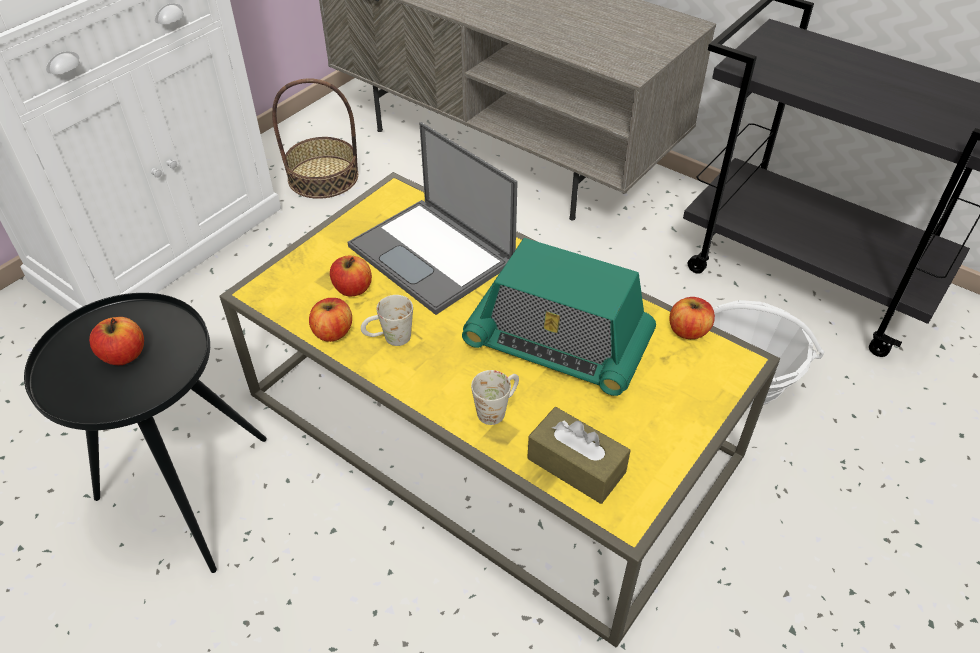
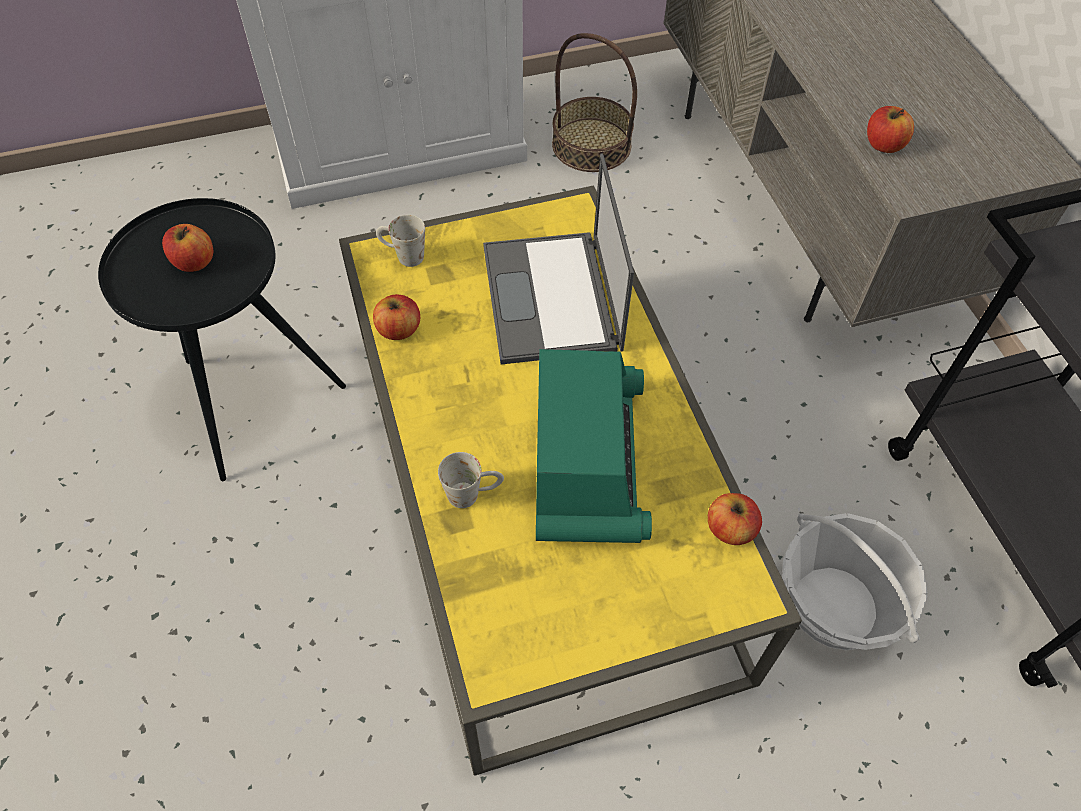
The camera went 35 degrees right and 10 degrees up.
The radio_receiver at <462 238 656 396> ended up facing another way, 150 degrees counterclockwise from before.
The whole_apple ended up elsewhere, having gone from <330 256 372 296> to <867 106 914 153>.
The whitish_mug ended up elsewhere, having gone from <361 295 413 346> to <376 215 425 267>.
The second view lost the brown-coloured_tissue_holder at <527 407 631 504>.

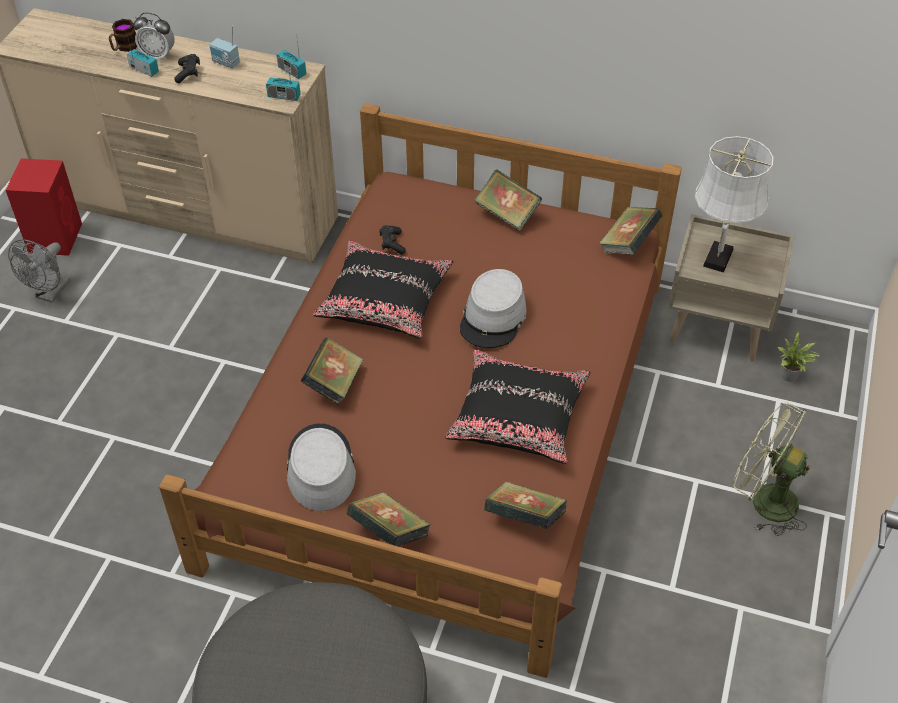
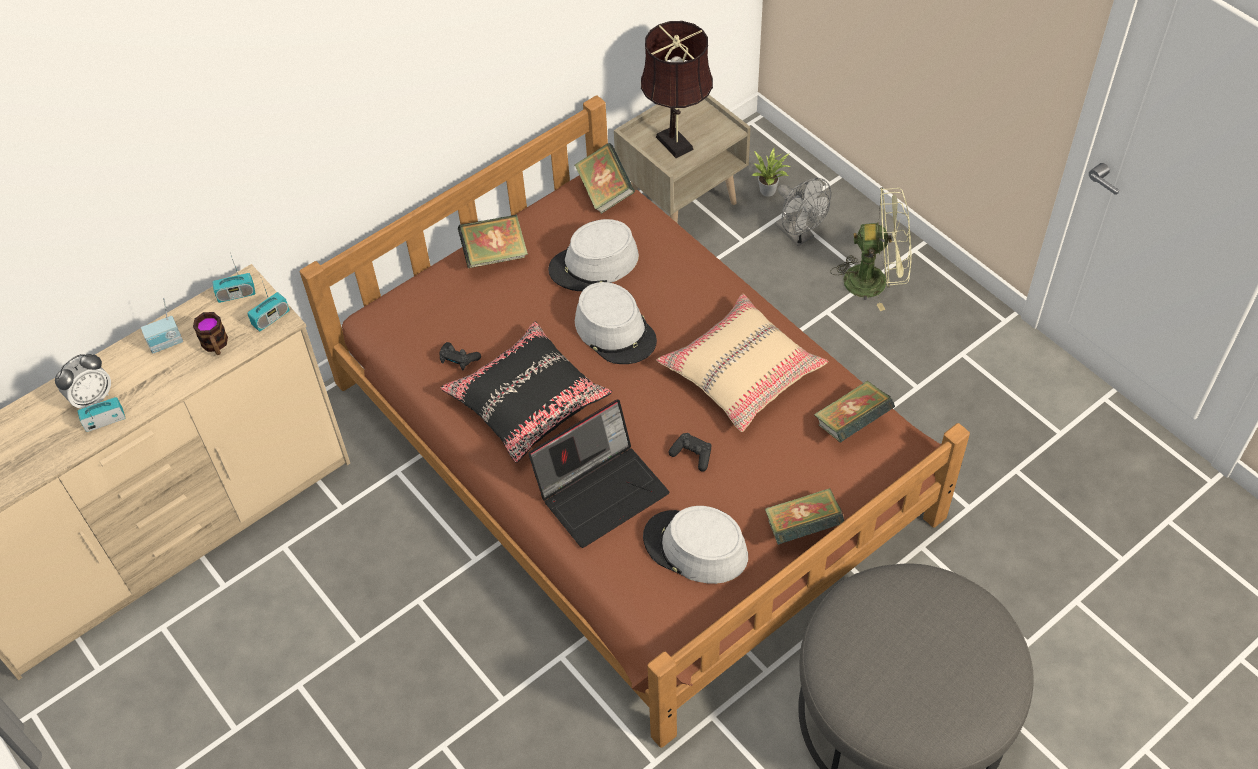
The camera went 55 degrees left and 5 degrees up.
The mug ended up elsewhere, having gone from <109 19 137 52> to <193 312 228 355>.
The black-coloured_joypad ended up elsewhere, having gone from <174 54 200 83> to <668 433 711 471>.
What was the whitish_tabletop_lamp at <695 136 773 273> turned into the brown-coloured_tabletop_lamp at <641 21 713 158>.
The second view lost the reddish_audio_speaker at <6 158 82 256>.
The greyish_fan ended up elsewhere, having gone from <8 239 71 303> to <775 178 831 246>.
Where the book stood at <301 337 363 405>, the notebook_computer came to stand at <528 400 669 548>.
What was the black-coloured_cushion at <445 349 590 464> turned into the beige_cushion at <657 294 828 432>.
The green_fan at <733 402 810 536> ended up facing another way, 150 degrees counterclockwise from before.
The second view gained the greyish_hat at <548 219 639 291>.

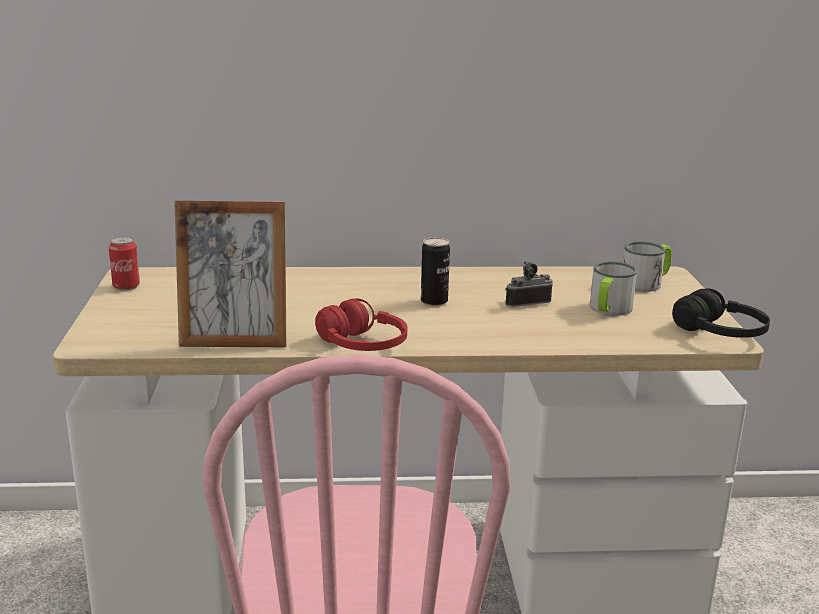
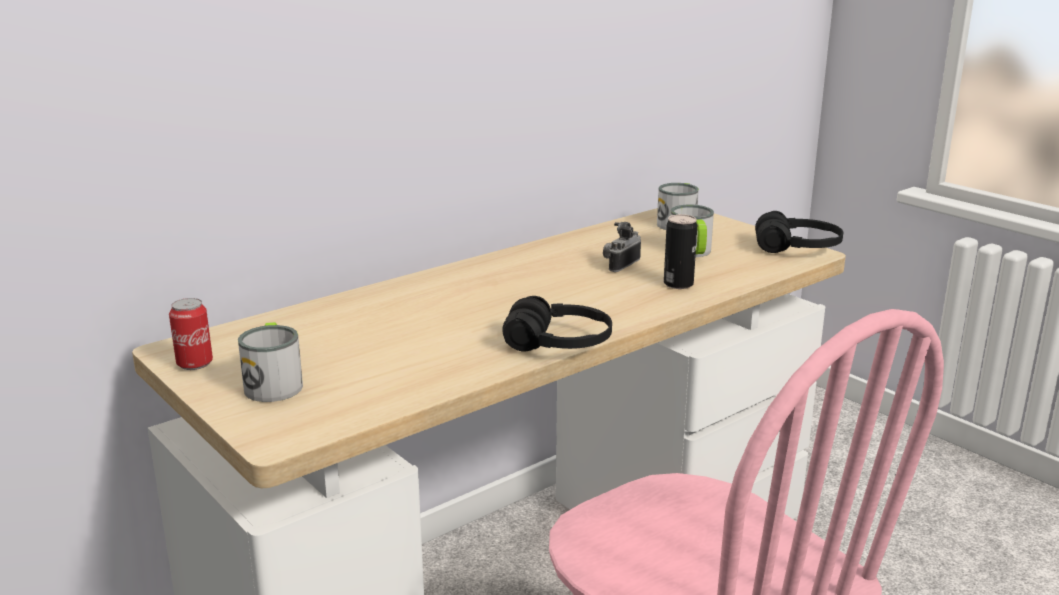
The camera went 35 degrees left and 0 degrees up.
The second view lost the standing_frame at <174 200 286 347>.
The metal_can ended up elsewhere, having gone from <421 237 450 306> to <664 214 697 289>.
What was the reddish_pair_of_headphones at <315 298 407 351> turned into the black-coloured_pair_of_headphones at <502 296 612 351>.
The second view gained the mug at <238 322 303 402>.

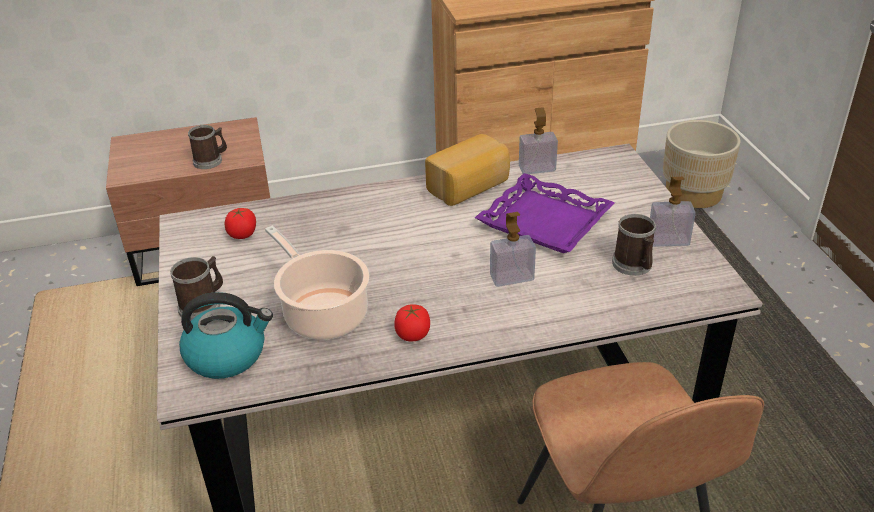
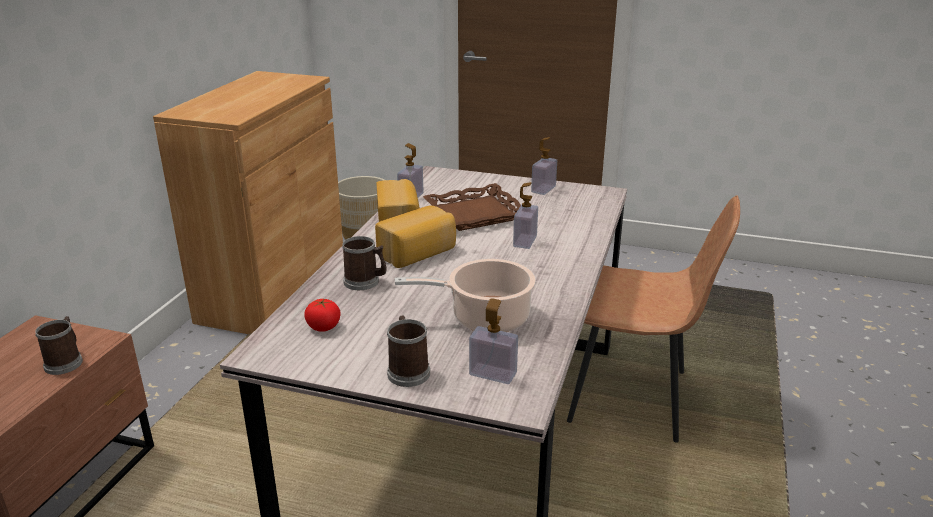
The camera went 60 degrees left and 10 degrees down.
What was the purple_tray at <475 173 615 253> turned into the brown-coloured_tray at <423 183 521 231>.
The mug ended up elsewhere, having gone from <612 214 656 276> to <342 236 387 290>.
Where the kettle stood at <179 292 273 379>, the soap_bottle came to stand at <469 298 518 384>.
The second view lost the tomato at <394 304 430 341>.
The second view gained the bakery_bread at <375 206 456 268>.

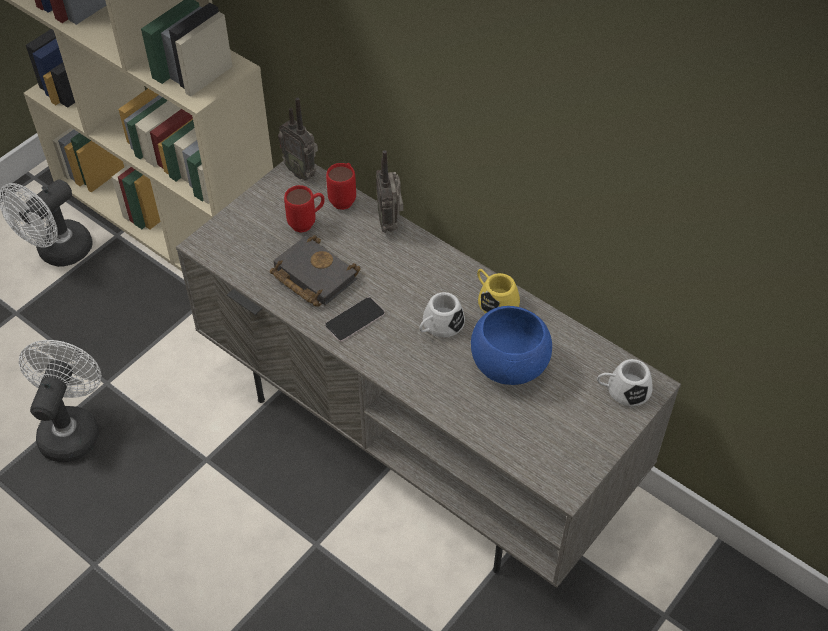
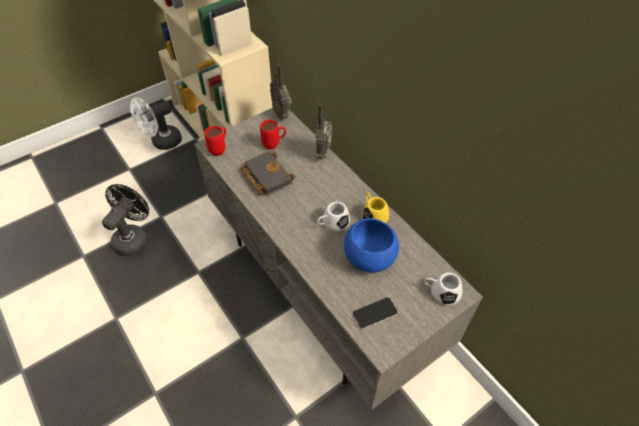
The camera went 15 degrees right and 0 degrees up.
The reddish_mug ended up elsewhere, having gone from <326 163 356 210> to <204 126 226 156>.
The telephone ended up elsewhere, having gone from <325 297 385 342> to <352 297 398 329>.
What was the whitish_fan at <19 340 101 462> turned into the black-coloured_fan at <102 184 149 256>.

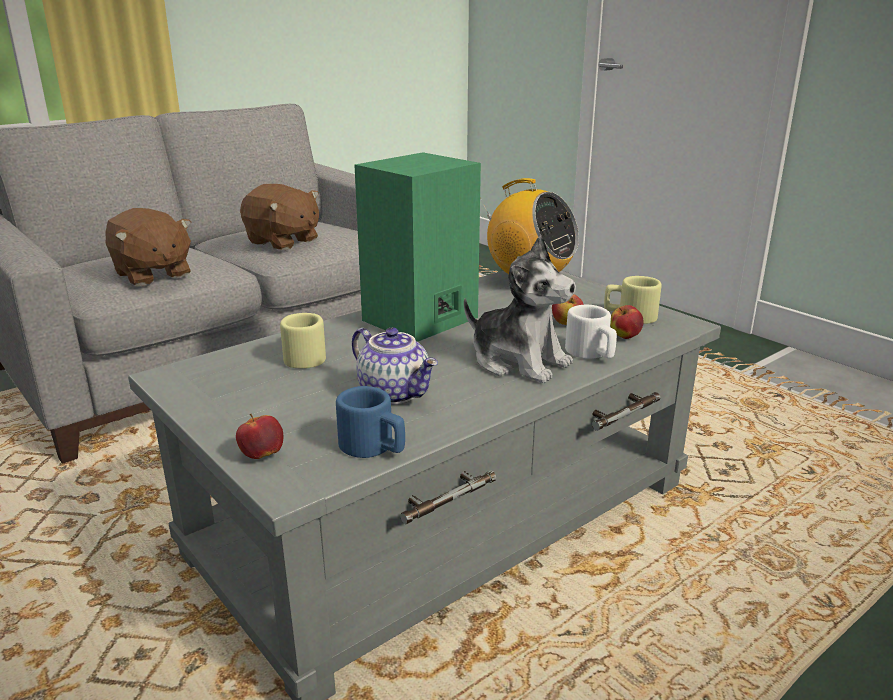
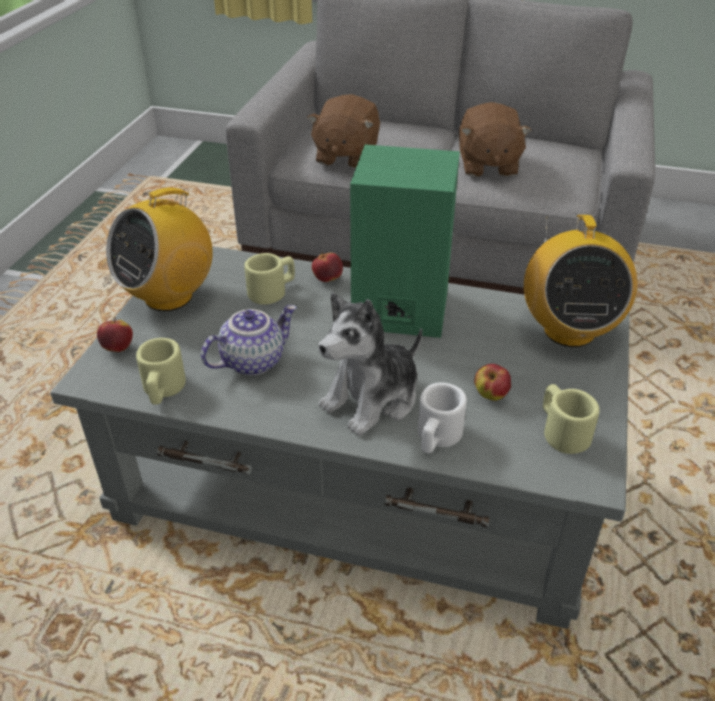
The camera went 55 degrees right and 15 degrees up.
The cuddly_toy at <464 236 576 383> ended up facing another way, 45 degrees clockwise from before.
The whole_apple ended up elsewhere, having gone from <610 305 643 339> to <312 252 343 282>.
The teapot at <352 327 438 404> ended up facing another way, 135 degrees counterclockwise from before.
What was the blue_mug at <336 386 405 458> turned into the beige_mug at <136 338 186 405>.
The second view gained the radio_receiver at <106 186 213 311>.

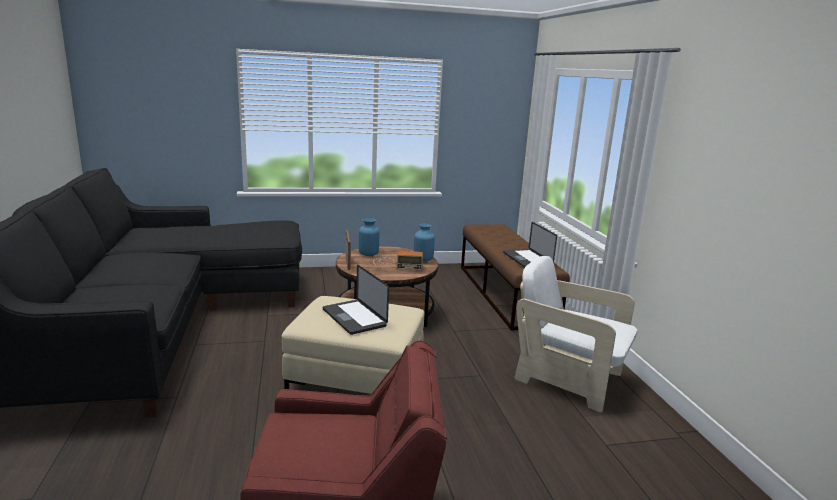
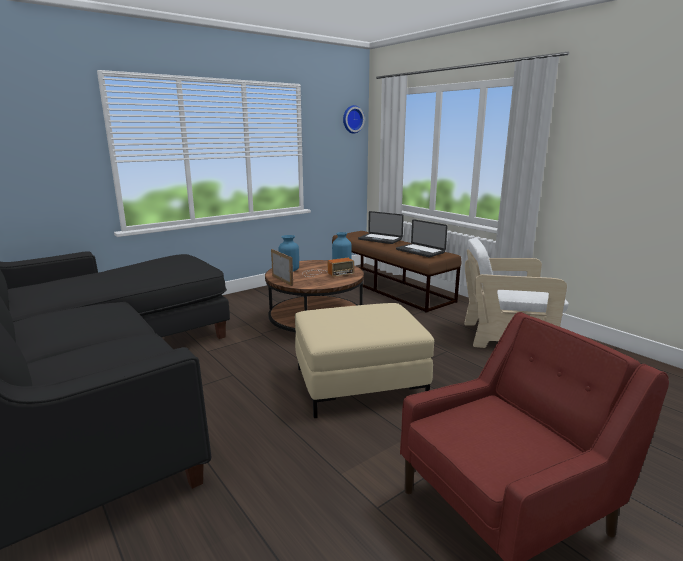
The camera went 25 degrees left and 0 degrees up.
The notebook_computer ended up elsewhere, having gone from <323 265 389 335> to <358 211 404 244>.
The second view gained the hanging_clock at <343 105 365 134>.

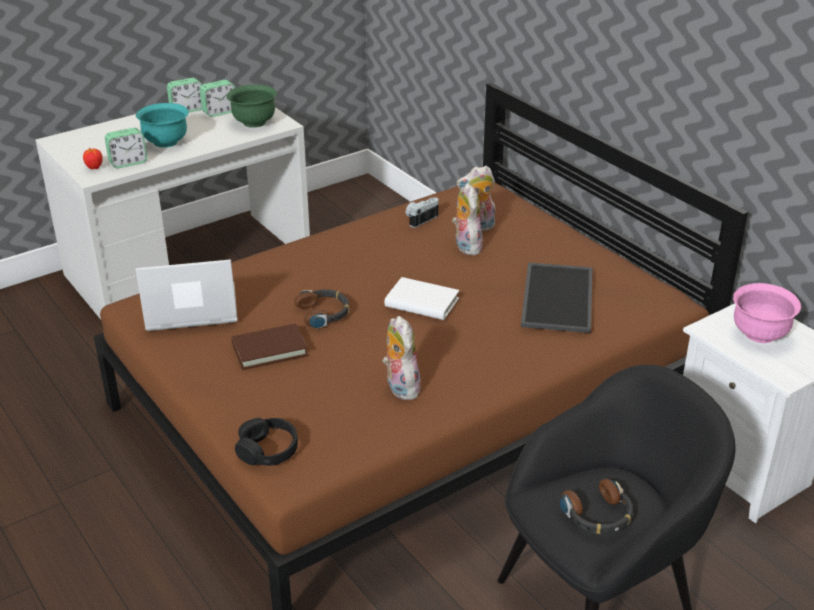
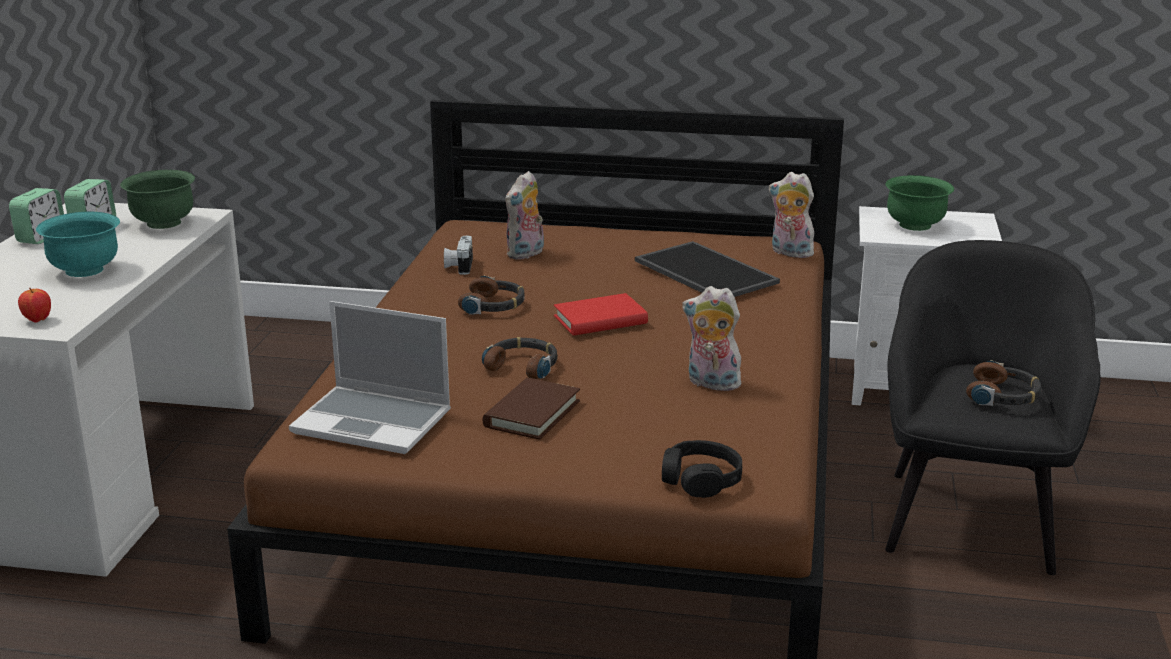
The camera went 45 degrees left and 10 degrees down.
The second view lost the table_clock at <105 128 147 168>.
The cuddly_toy ended up elsewhere, having gone from <452 183 483 255> to <769 172 814 259>.
The notebook_computer at <135 259 237 331> ended up facing another way, 105 degrees counterclockwise from before.
What was the whitish_book at <384 277 459 320> turned into the reddish_book at <554 293 648 336>.
What was the pink_deep_dish at <733 283 801 343> turned into the green_deep_dish at <886 175 954 231>.
The second view gained the pair_of_headphones at <458 275 525 315>.

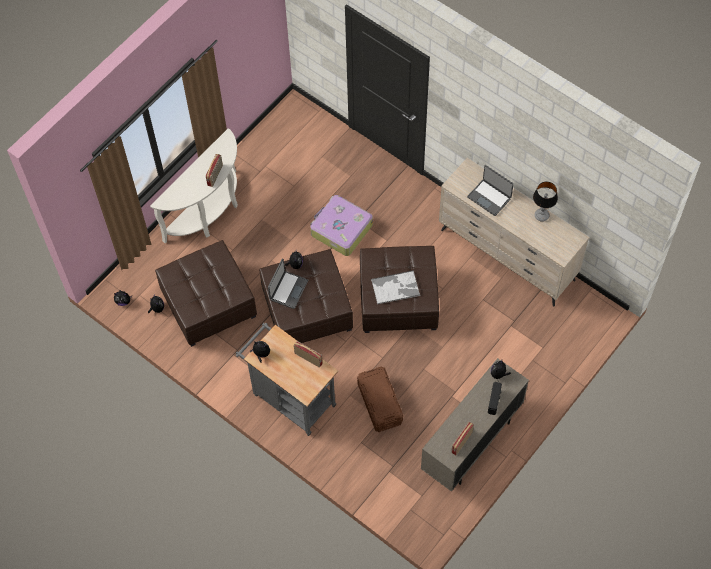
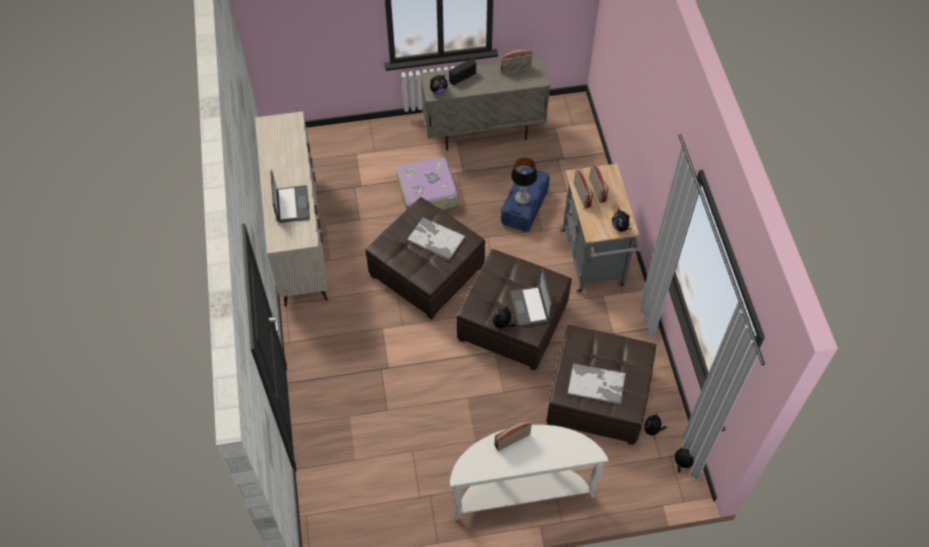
The camera went 140 degrees left and 5 degrees down.
The tabletop_lamp ended up elsewhere, having gone from <533 182 558 222> to <511 158 537 204>.
The suitcase ended up elsewhere, having gone from <310 195 373 256> to <396 157 458 211>.
The notebook_computer at <268 258 308 309> ended up facing another way, 75 degrees counterclockwise from before.
What was the brown-coloured_storage_container at <357 366 403 432> turned into the blue_storage_container at <501 167 550 232>.
The second view gained the radio_receiver at <589 164 608 203>.
The second view gained the tray at <567 363 626 404>.

